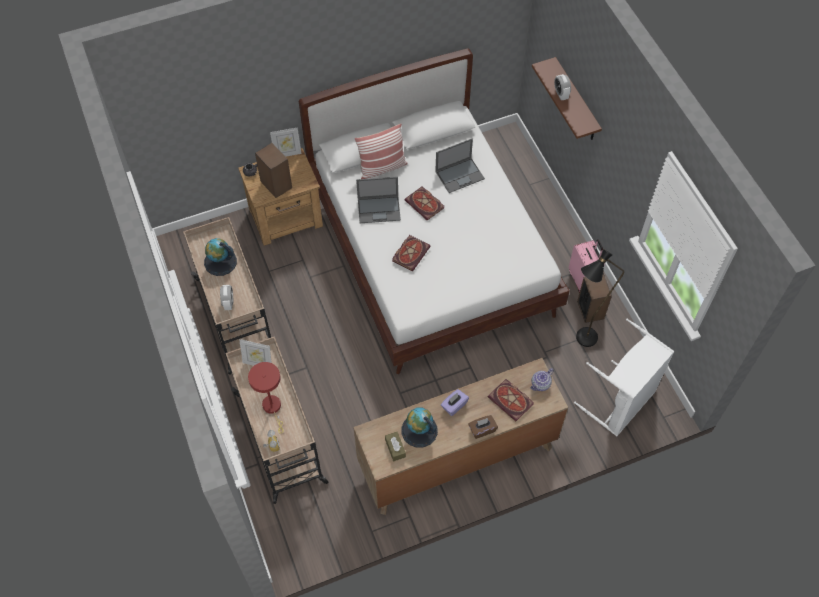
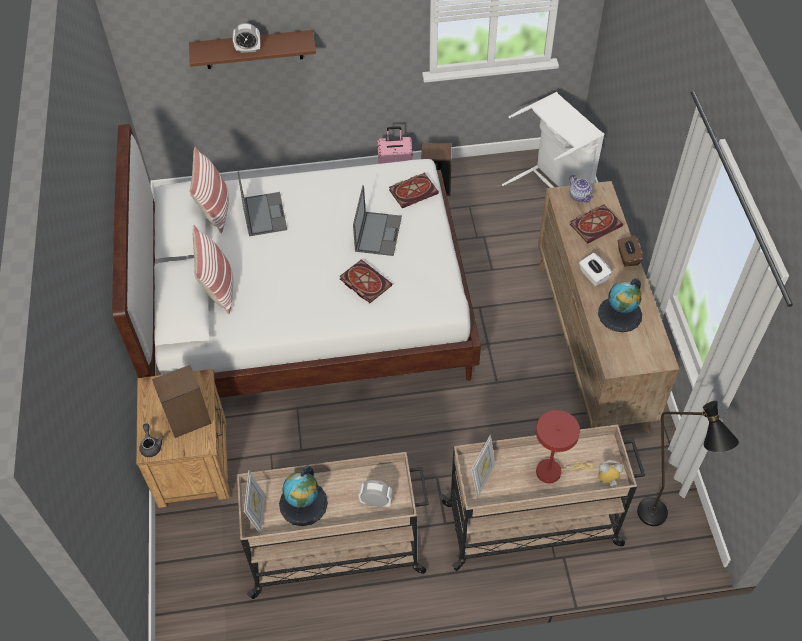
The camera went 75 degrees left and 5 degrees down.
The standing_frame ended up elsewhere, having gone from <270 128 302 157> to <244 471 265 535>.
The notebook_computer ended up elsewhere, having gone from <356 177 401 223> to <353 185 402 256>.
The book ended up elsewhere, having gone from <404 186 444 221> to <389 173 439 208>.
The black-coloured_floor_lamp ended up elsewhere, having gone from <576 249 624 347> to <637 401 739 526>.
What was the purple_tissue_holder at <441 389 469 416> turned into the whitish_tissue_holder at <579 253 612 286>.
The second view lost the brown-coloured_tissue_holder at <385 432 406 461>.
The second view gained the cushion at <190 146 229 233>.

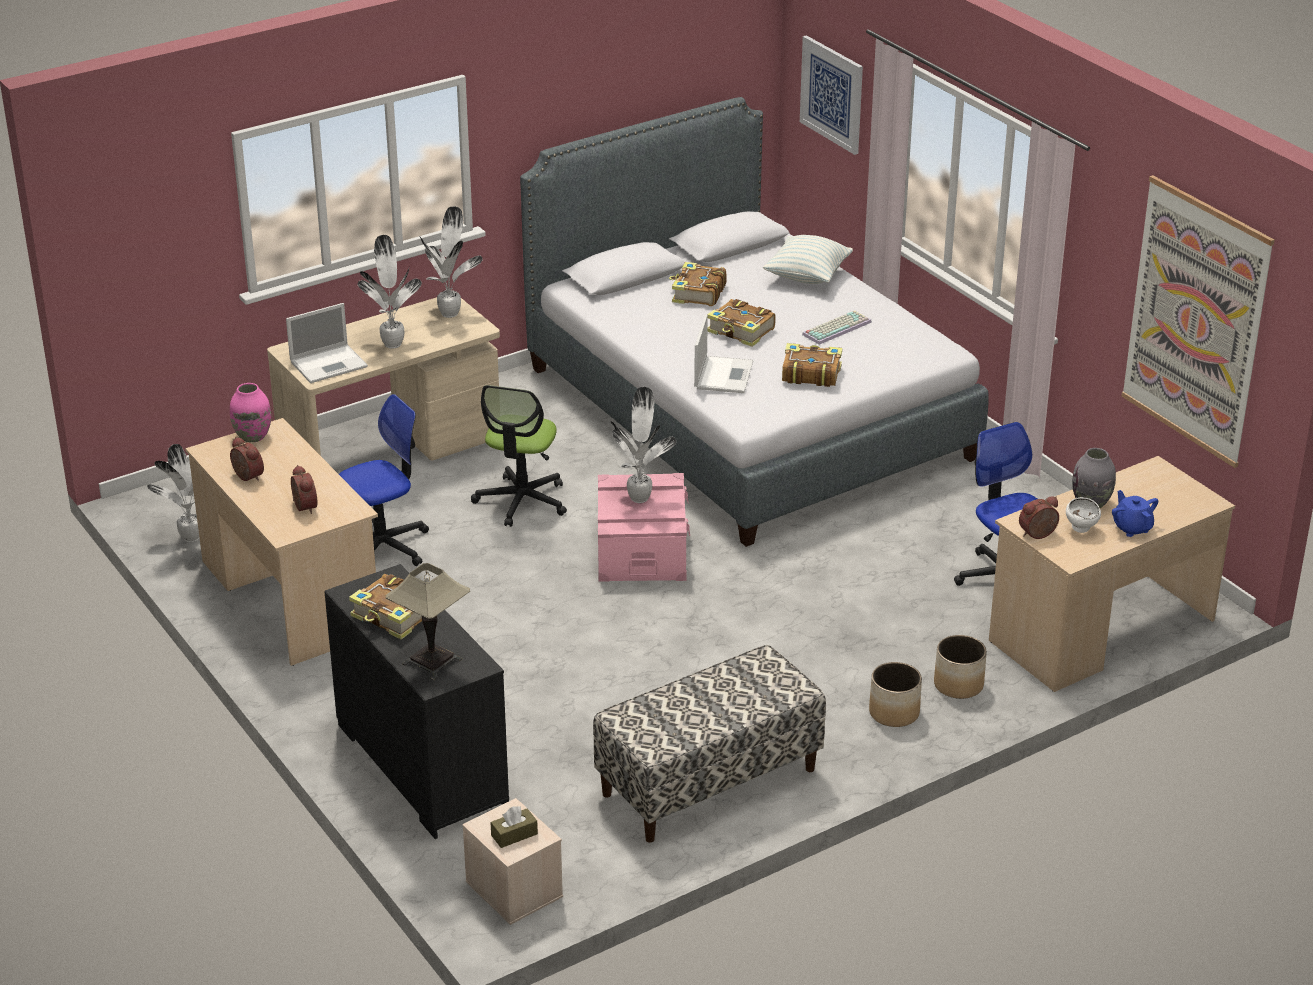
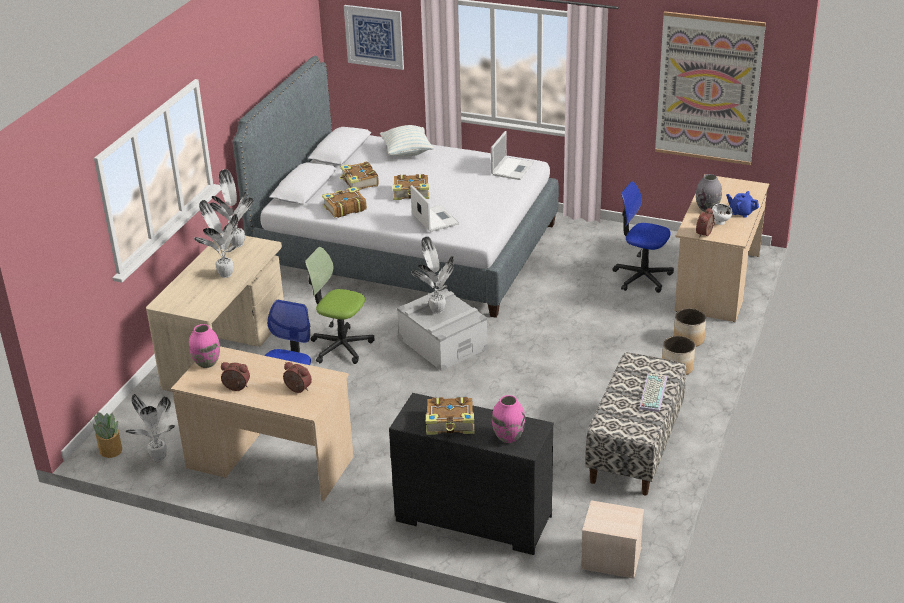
The camera went 35 degrees left and 0 degrees up.
The notebook_computer ended up elsewhere, having gone from <286 303 368 383> to <491 131 534 180>.
The PC_keyboard ended up elsewhere, having gone from <802 310 872 345> to <639 373 667 412>.
The book ended up elsewhere, having gone from <782 343 842 387> to <322 186 367 218>.
The computer_chair at <471 385 567 527> ended up facing another way, 135 degrees clockwise from before.
What was the pink_storage_container at <598 473 690 582> turned into the greyish_storage_container at <397 288 488 371>.
Where the tabletop_lamp stood at <386 563 470 680>, the pink_flower_vase came to stand at <492 395 525 443>.
The second view lost the brown-coloured_tissue_holder at <490 806 538 848>.
The second view gained the houseplant at <91 412 122 458>.

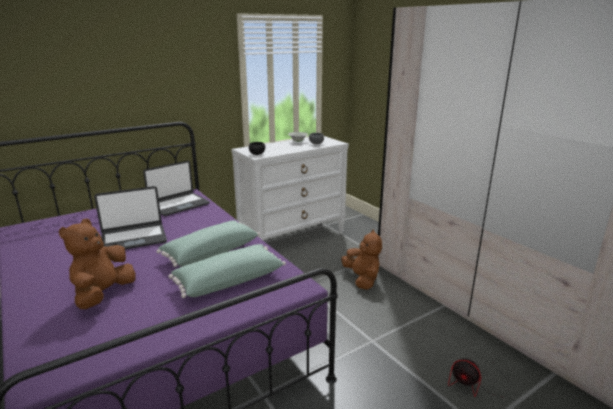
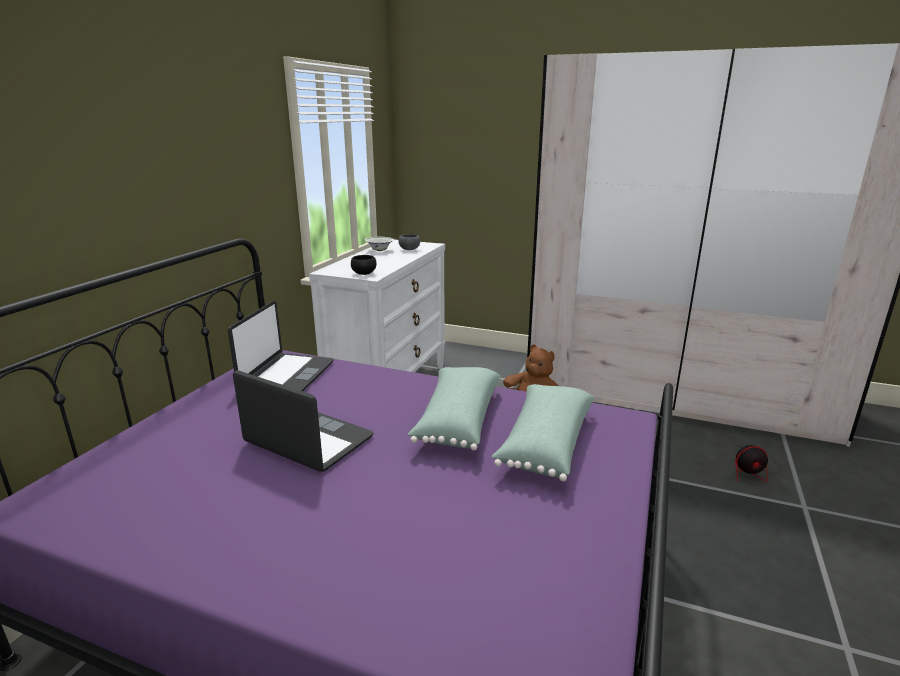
The camera went 35 degrees left and 0 degrees up.
The notebook_computer at <94 186 167 249> ended up facing another way, 90 degrees counterclockwise from before.
The second view lost the brown-coloured_cuddly_toy at <59 218 136 309>.

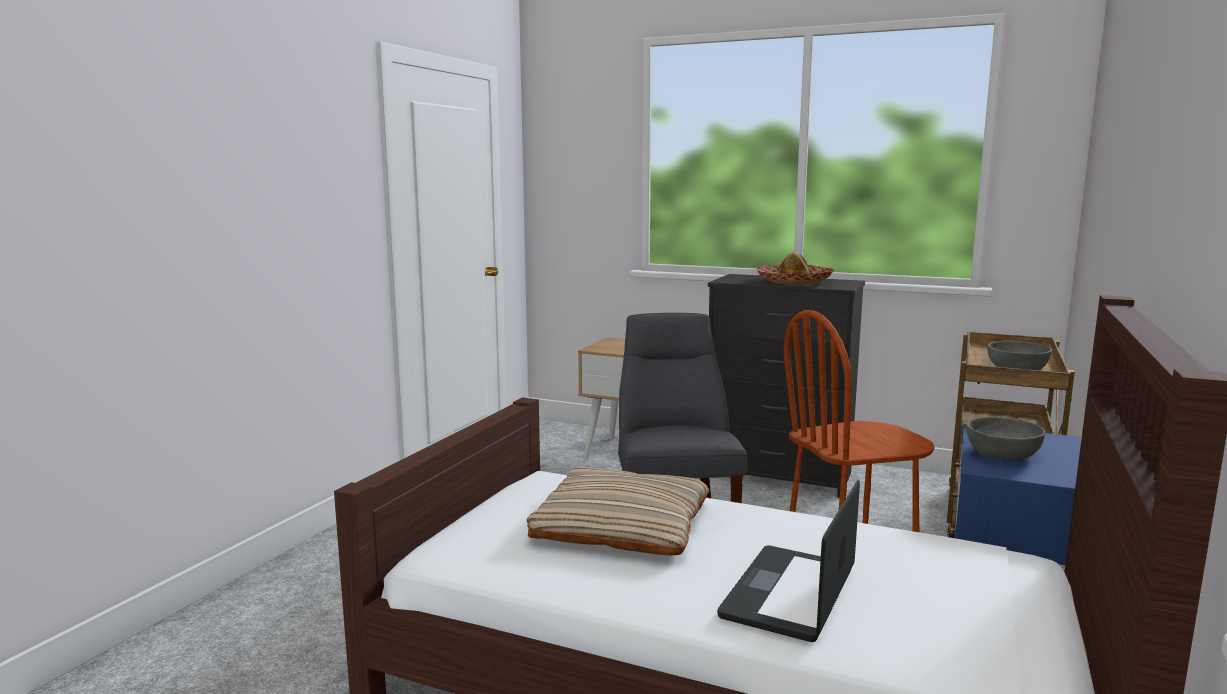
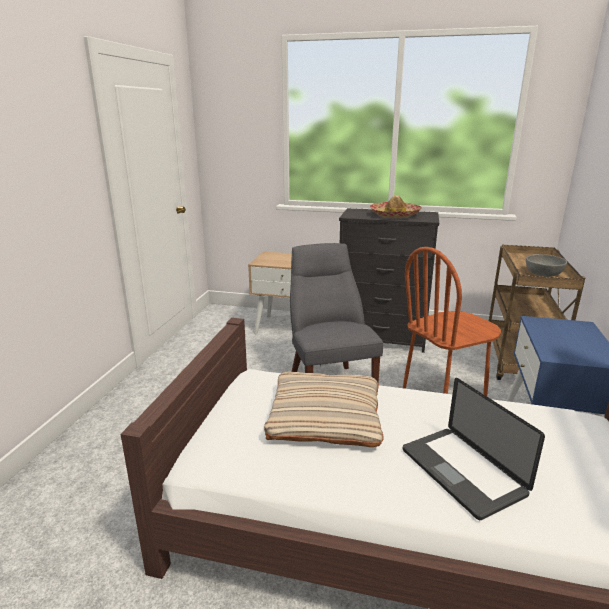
The camera went 10 degrees left and 10 degrees up.
The second view lost the greyish_deep_dish at <966 417 1045 460>.
The notebook_computer at <717 480 860 642> ended up facing another way, 45 degrees counterclockwise from before.

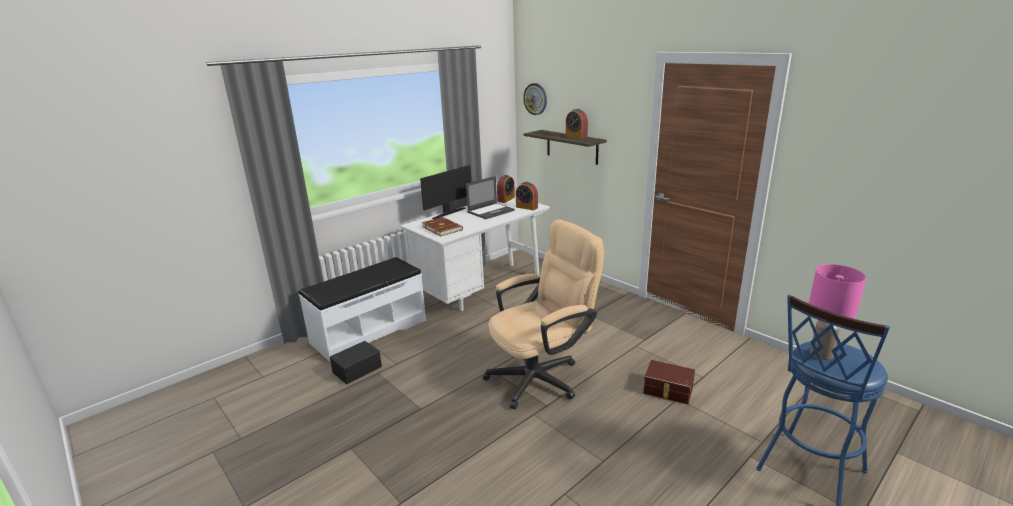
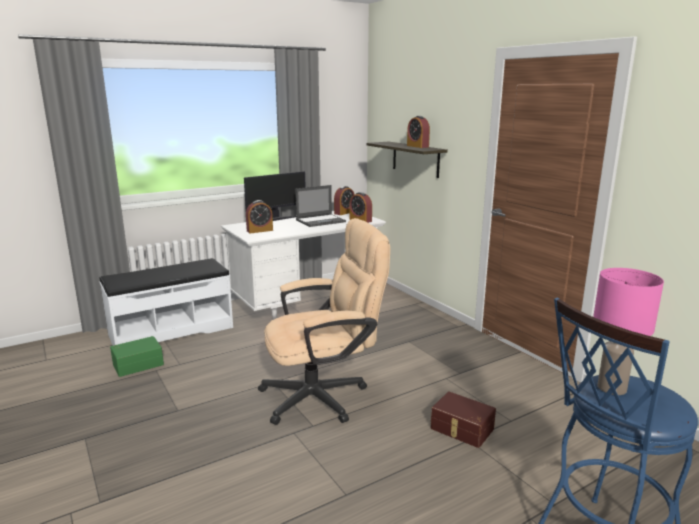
The camera went 10 degrees right and 5 degrees down.
The second view lost the hanging_clock at <523 83 547 115>.
Where the brown-coloured_book stood at <422 217 463 236>, the table_clock came to stand at <246 200 273 233>.
What was the black-coloured_storage_container at <330 341 382 384> turned into the green_storage_container at <110 336 164 377>.

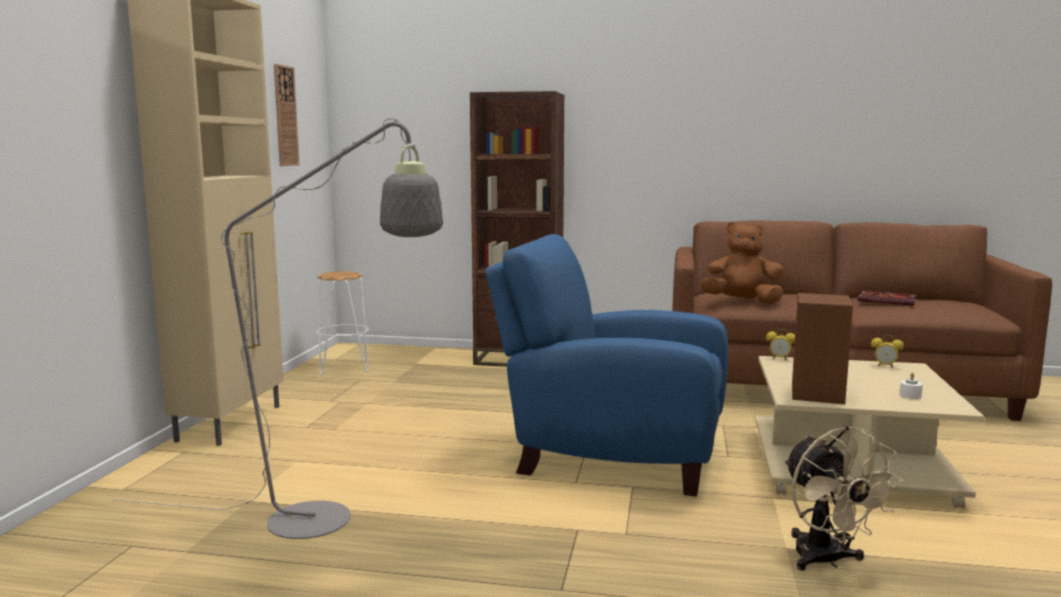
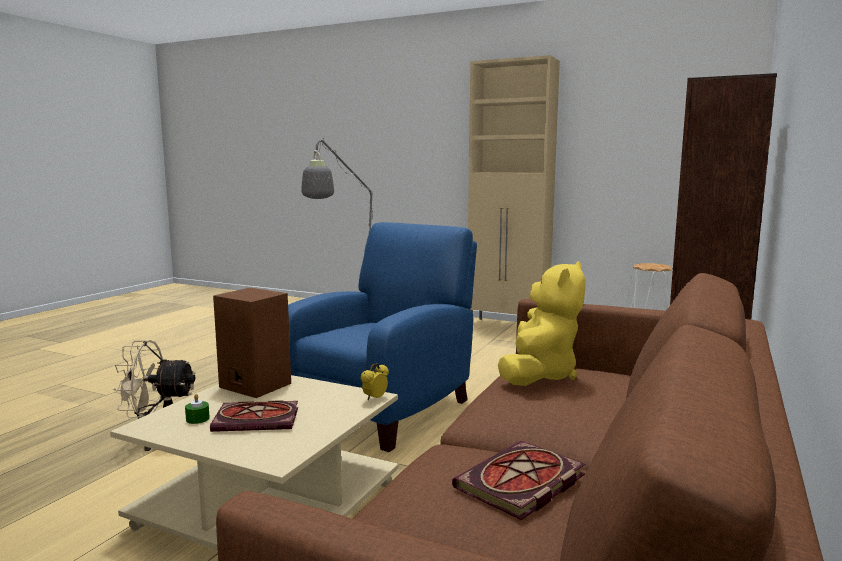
The camera went 105 degrees right and 0 degrees up.
The second view lost the hanging_clock at <274 64 299 166>.
What was the brown-coloured_cuddly_toy at <700 222 784 303> turned into the yellow_cuddly_toy at <498 261 586 386>.
The second view lost the table_clock at <871 335 904 368>.
What was the whitish_wax_light at <899 372 923 399> turned into the green_wax_light at <185 394 210 424>.
The second view gained the book at <210 400 298 432>.

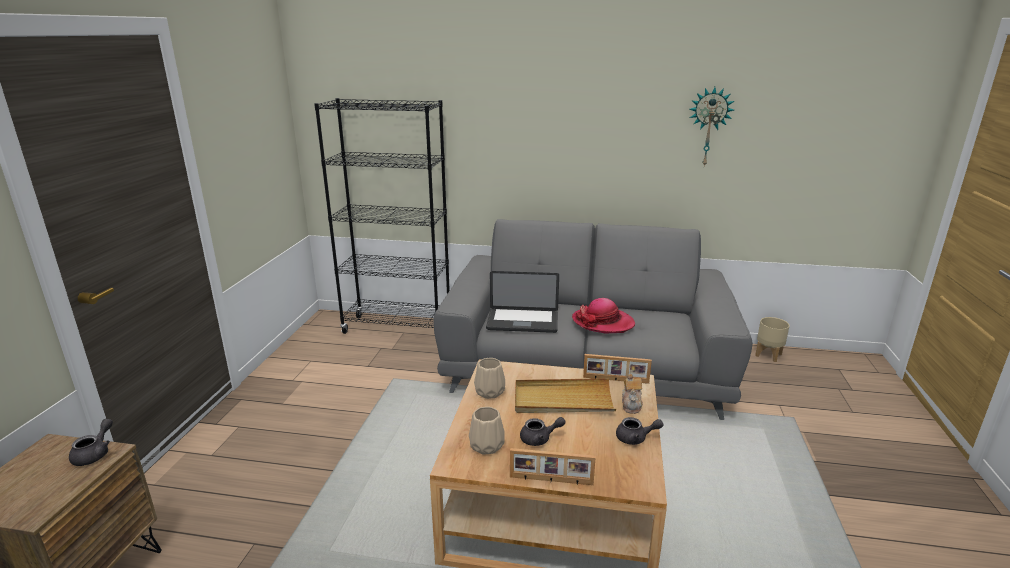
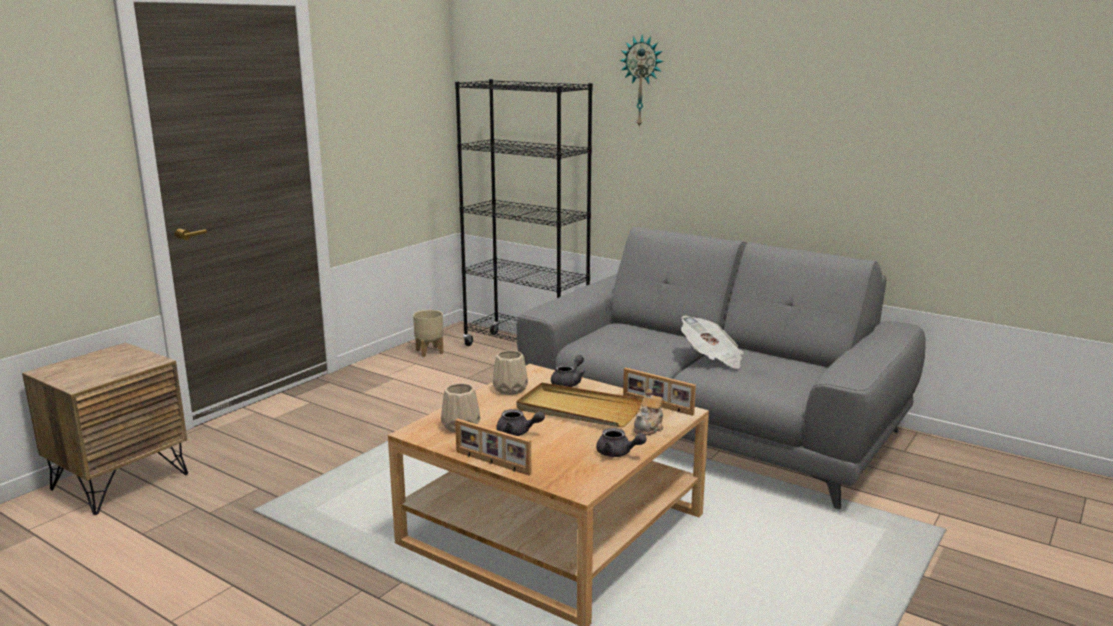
The camera went 25 degrees right and 5 degrees down.
The hanging_clock ended up elsewhere, having gone from <689 87 734 166> to <619 34 664 128>.
The second view lost the notebook_computer at <486 271 559 333>.
Where the hat stood at <572 298 635 333>, the printed_paper came to stand at <681 316 744 369>.
The beige_plant_pot ended up elsewhere, having gone from <755 317 790 362> to <413 310 444 357>.
The greyish_teapot ended up elsewhere, having gone from <69 419 113 466> to <551 355 585 387>.

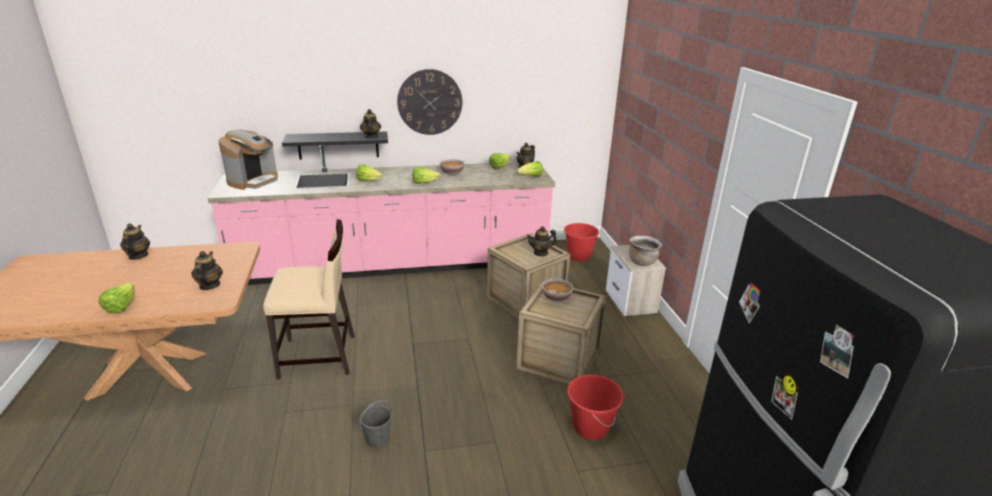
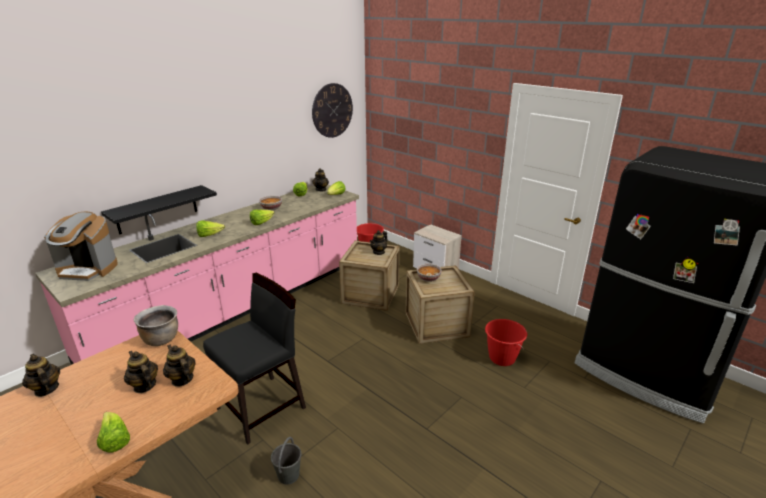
The camera went 35 degrees left and 0 degrees up.
The hanging_clock ended up elsewhere, having gone from <397 69 462 135> to <312 83 353 138>.
The teapot ended up elsewhere, having gone from <360 109 381 138> to <124 351 158 393>.
The coffee_brewer at <218 130 278 190> ended up facing another way, 105 degrees clockwise from before.
What was the beige_chair at <263 219 354 379> turned into the black-coloured_chair at <203 273 306 445>.
The brown-coloured_cooking_pot ended up elsewhere, having gone from <629 236 662 266> to <134 305 178 346>.
The greyish_water_bucket ended up elsewhere, having gone from <359 400 392 448> to <271 437 302 484>.

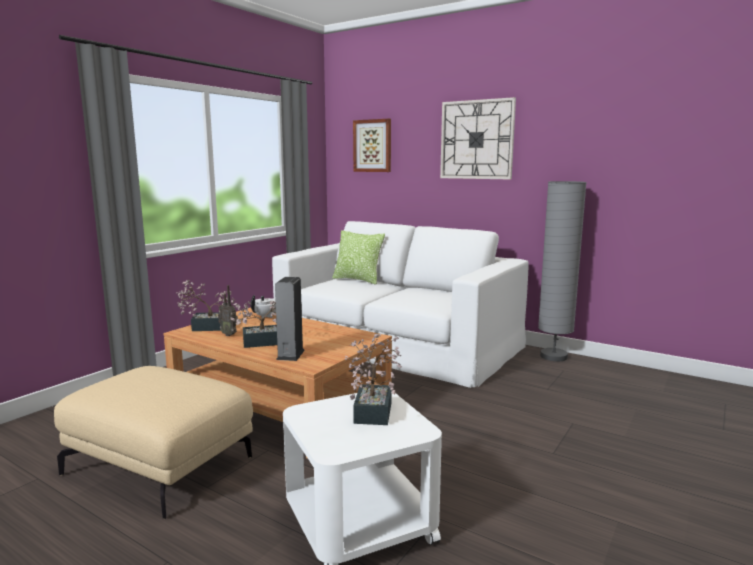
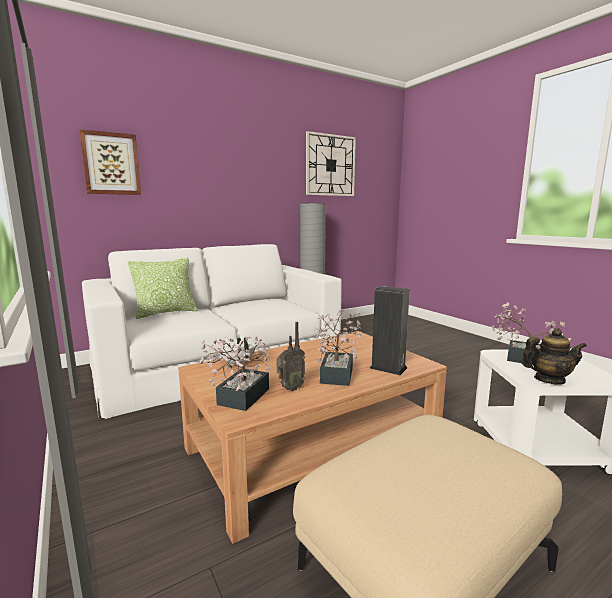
The camera went 65 degrees left and 0 degrees up.
The hanging_clock ended up elsewhere, having gone from <440 97 516 179> to <306 131 356 196>.
The second view gained the teapot at <520 328 587 385>.

